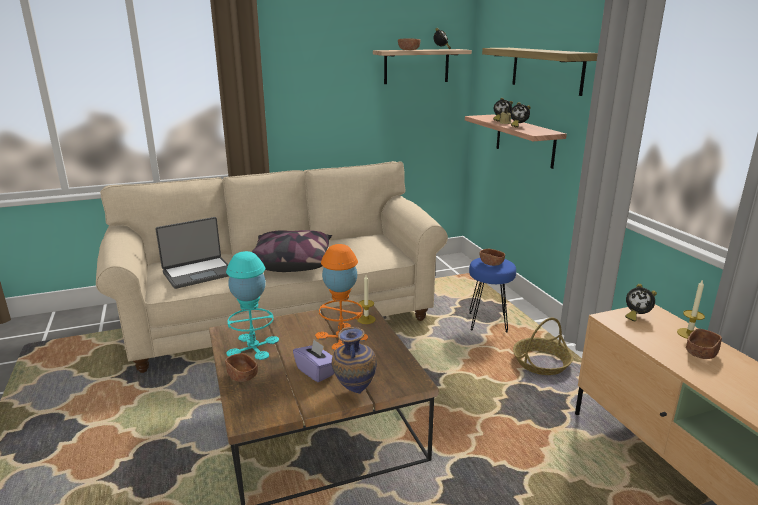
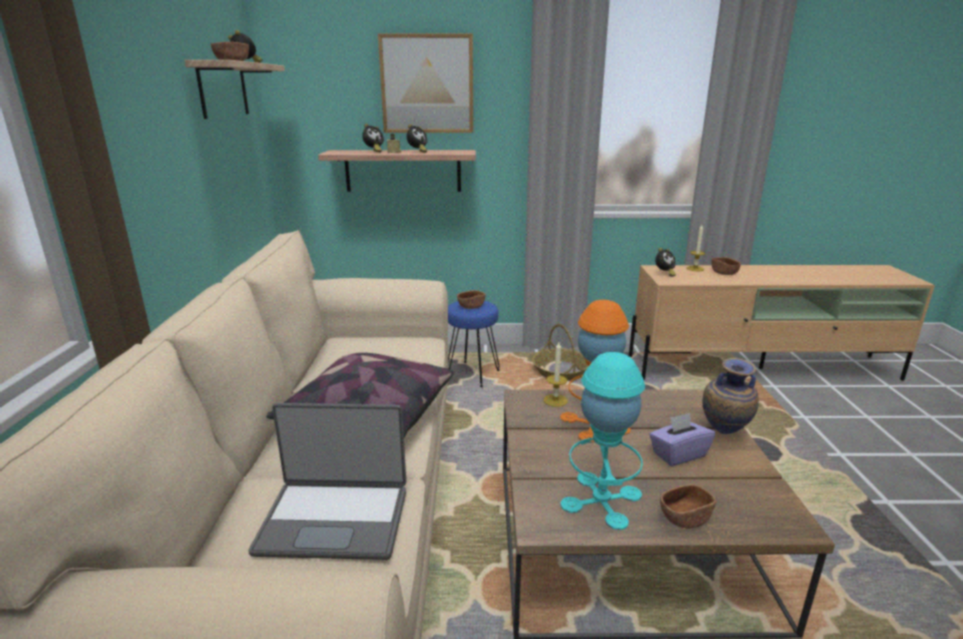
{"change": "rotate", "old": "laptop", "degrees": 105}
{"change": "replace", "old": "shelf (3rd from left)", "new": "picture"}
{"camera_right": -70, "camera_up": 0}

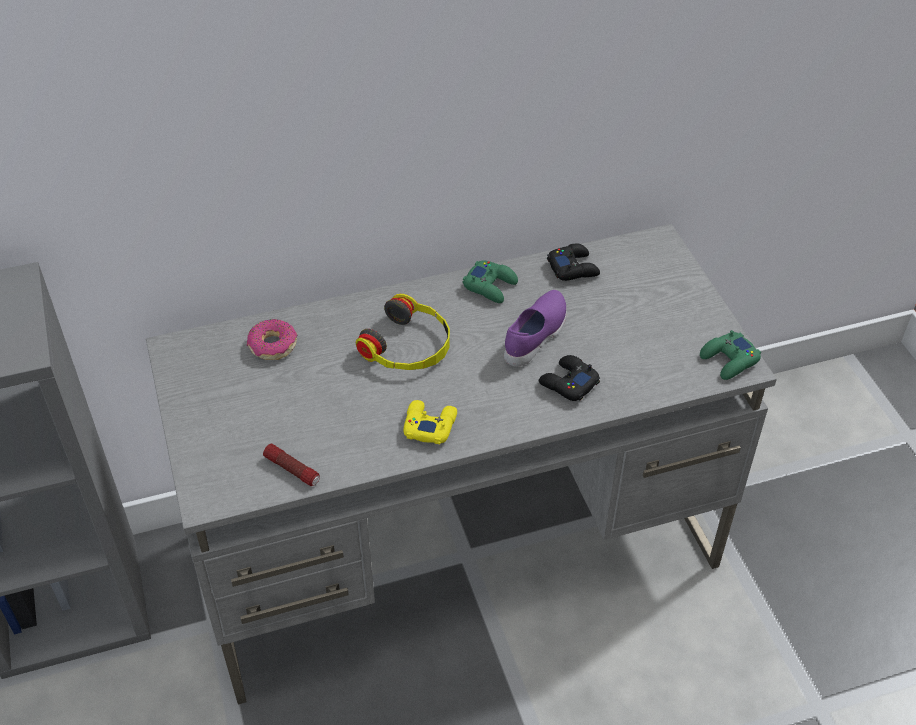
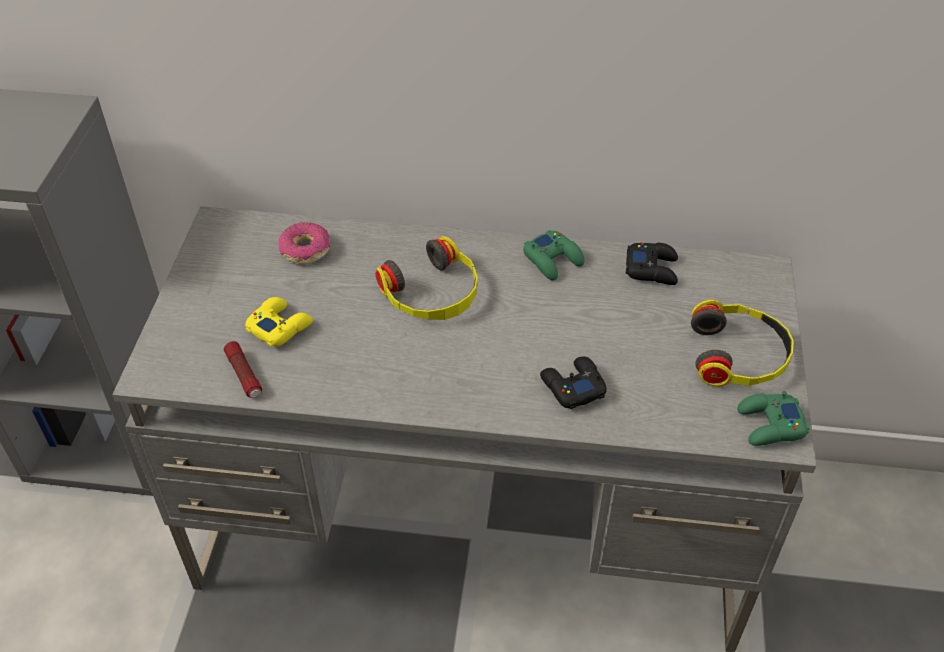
{"change": "move", "old": "yellow game controller"}
{"change": "delete", "old": "purple shoe"}
{"change": "insert", "new": "headphones (2nd from left)"}
{"camera_right": 25, "camera_up": 0}

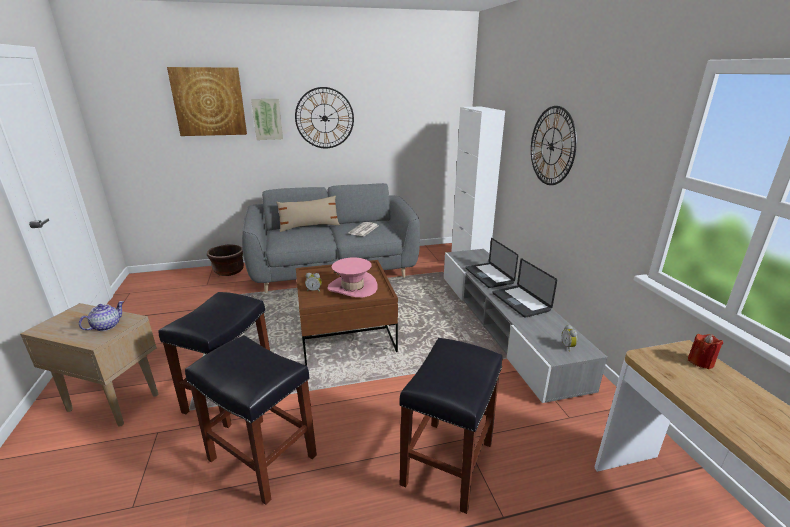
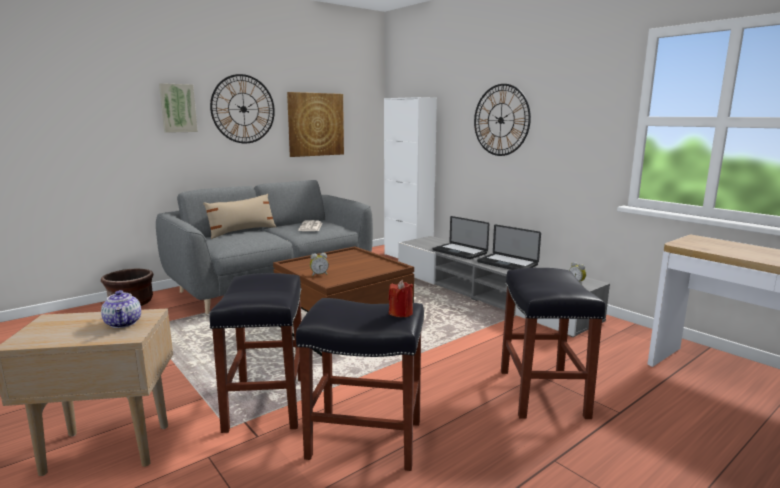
{"change": "rotate", "old": "teapot", "degrees": 150}
{"change": "move", "old": "picture (1st from left in the first image)", "new": "picture (2nd from left)"}
{"change": "delete", "old": "pink hat"}
{"change": "move", "old": "red candle"}
{"camera_right": -25, "camera_up": -10}

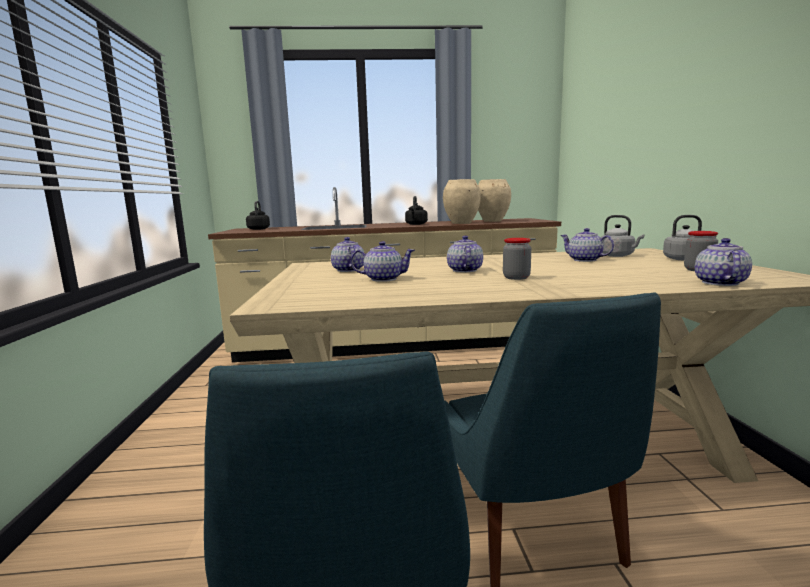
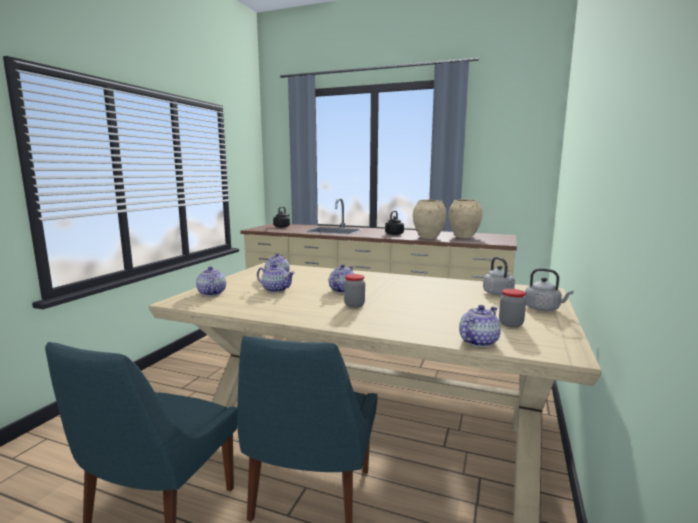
{"change": "move", "old": "teapot (4th from left in the first image)", "new": "teapot (1st from left)"}
{"camera_right": 25, "camera_up": 0}

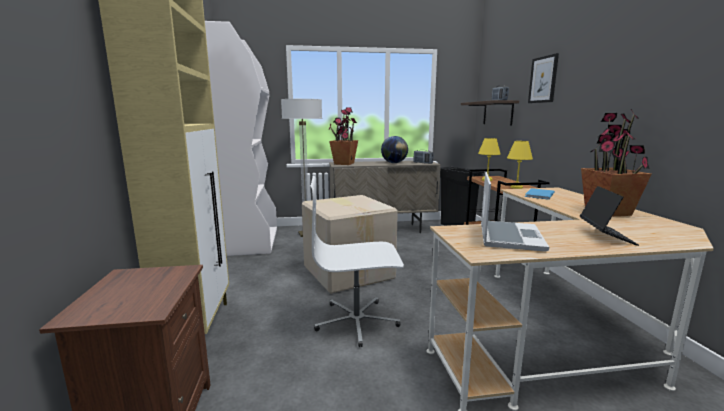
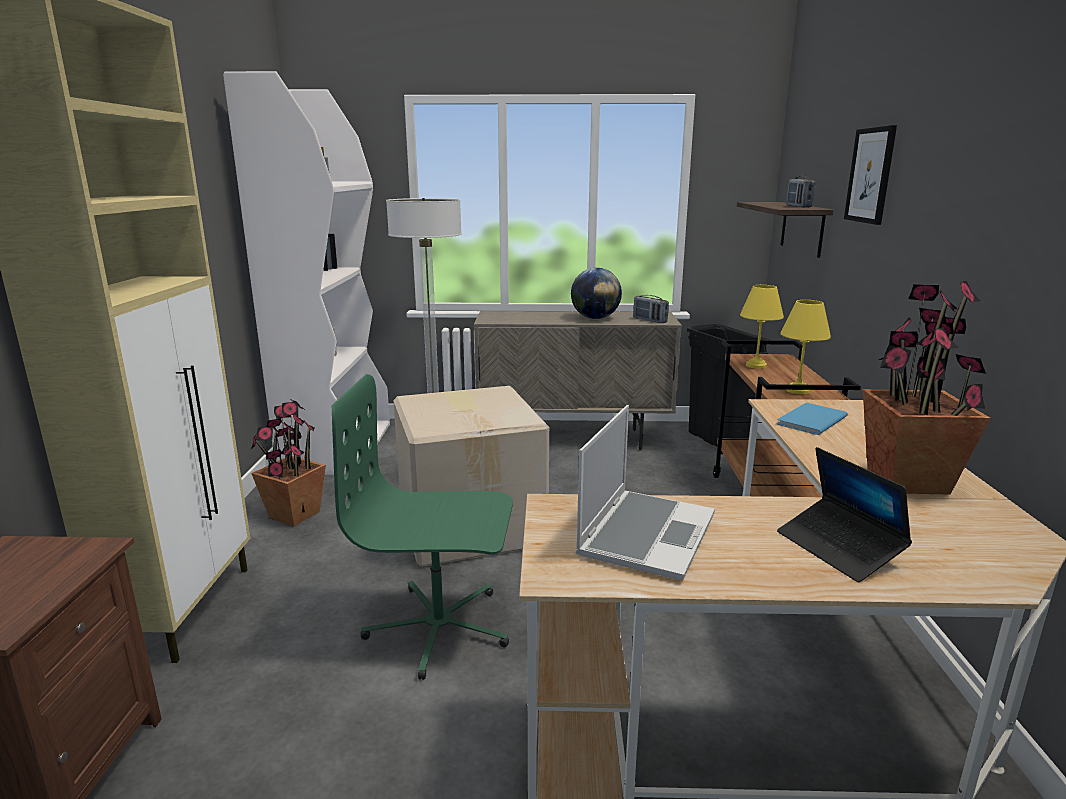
{"change": "recolor", "old": "white office chair", "new": "green office chair"}
{"change": "move", "old": "potted plant (1st from left)"}
{"change": "rotate", "old": "laptop (2nd from left)", "degrees": 135}
{"camera_right": 10, "camera_up": 5}

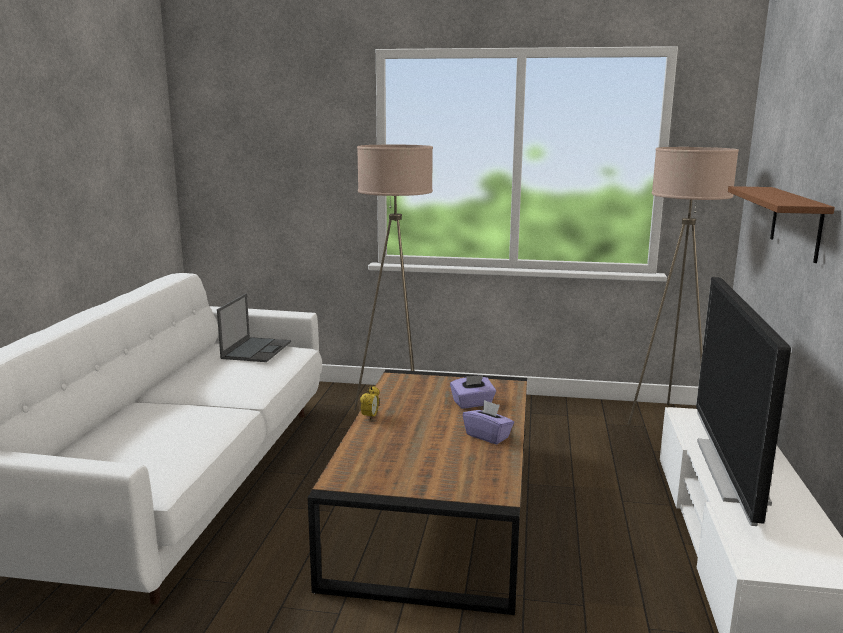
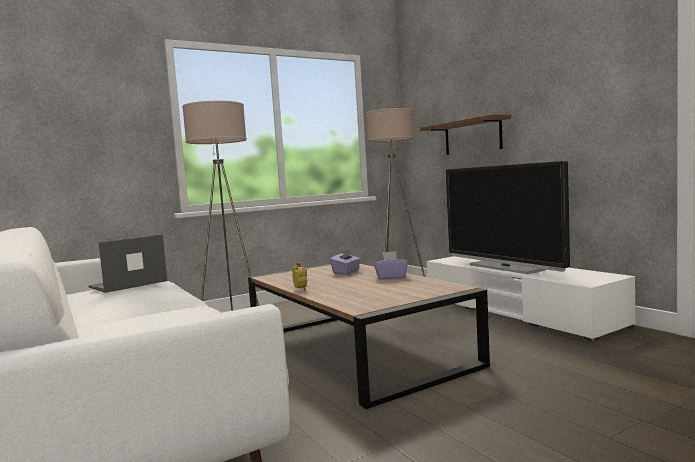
{"change": "rotate", "old": "laptop", "degrees": -105}
{"camera_right": -40, "camera_up": -10}

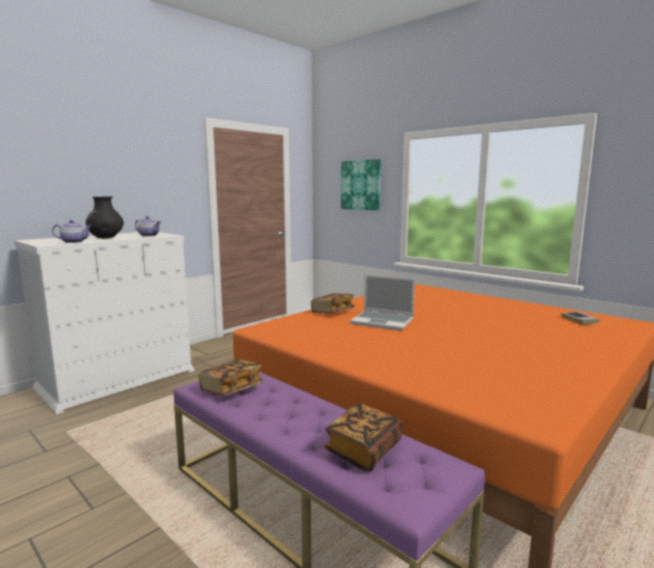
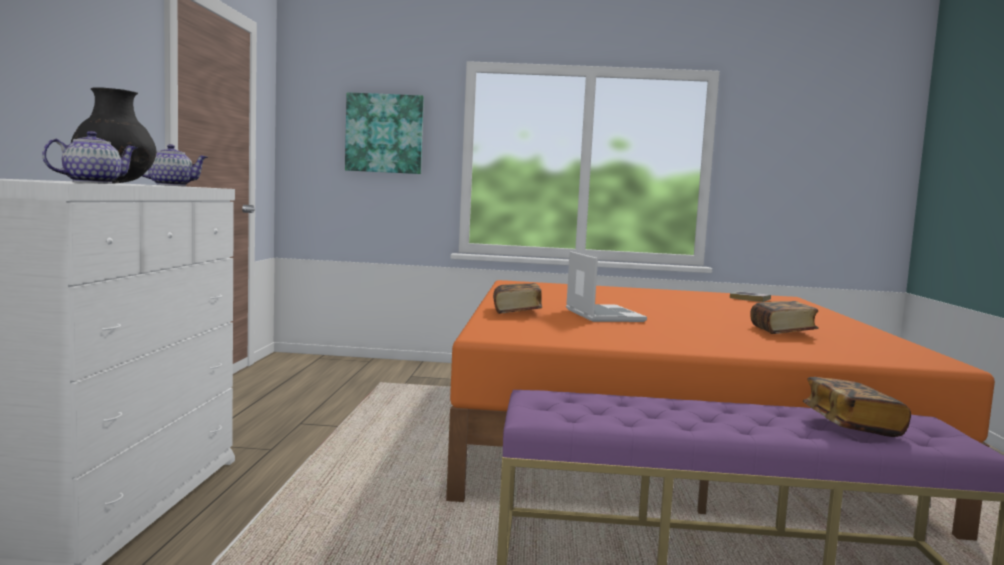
{"change": "move", "old": "book (1st from left in the first image)", "new": "book (3rd from left)"}
{"change": "rotate", "old": "laptop", "degrees": -90}
{"camera_right": -40, "camera_up": -5}

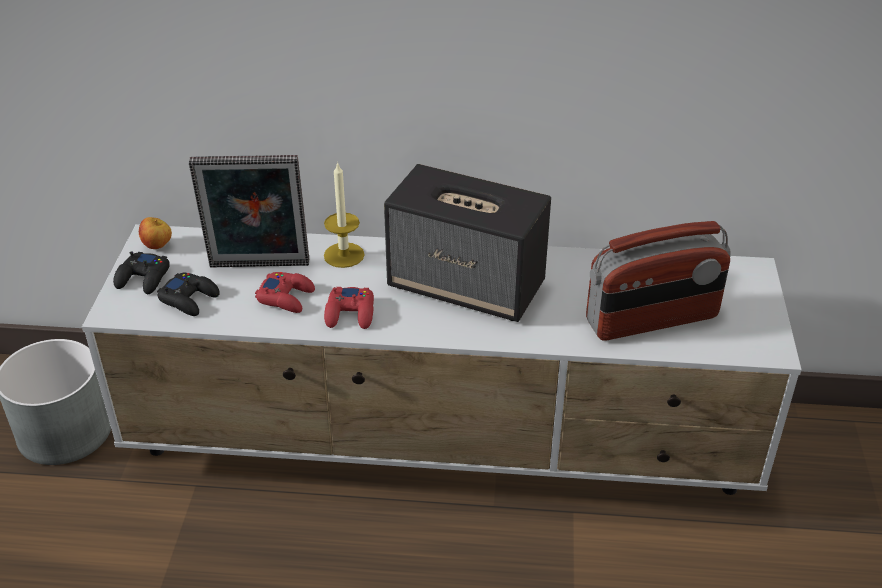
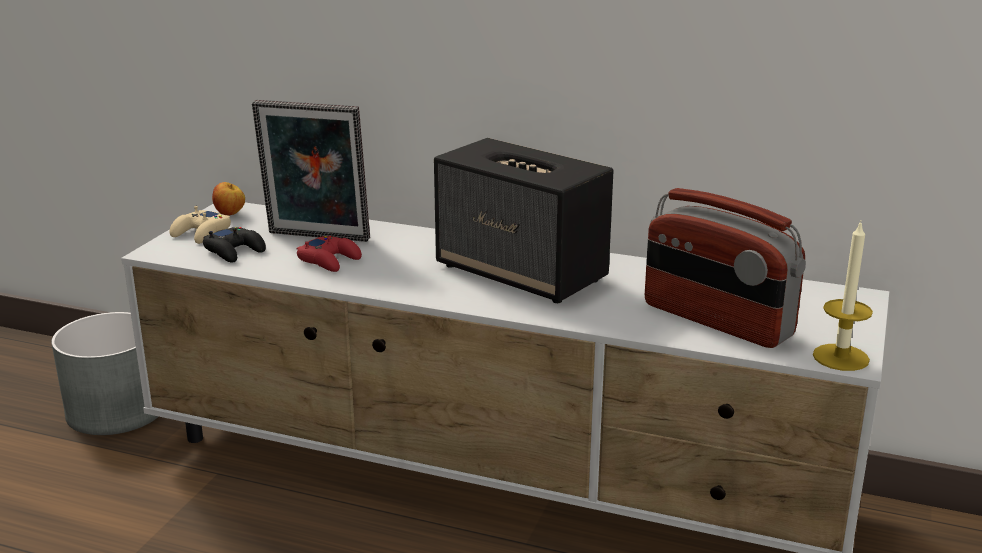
{"change": "recolor", "old": "black game controller (1st from left)", "new": "beige game controller"}
{"change": "move", "old": "candle"}
{"change": "delete", "old": "red game controller (2nd from left)"}
{"change": "rotate", "old": "radio", "degrees": 45}
{"camera_right": 15, "camera_up": -15}

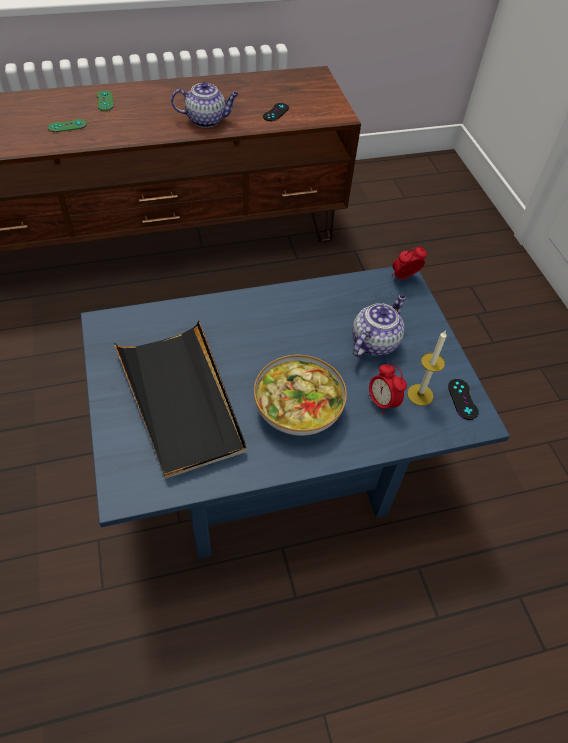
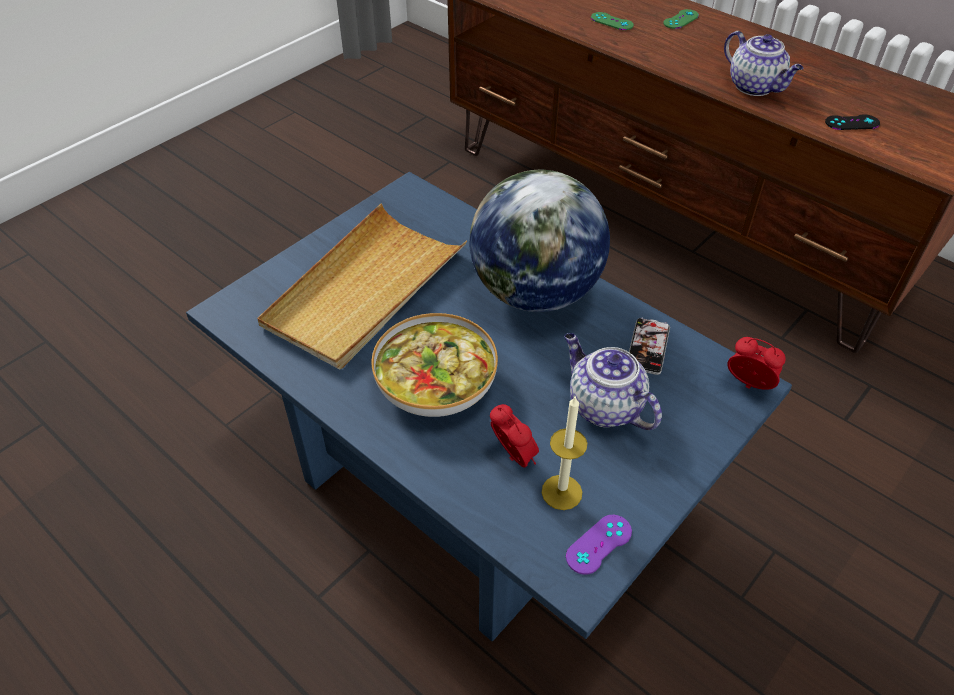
{"change": "recolor", "old": "black tray", "new": "beige tray"}
{"change": "rotate", "old": "teapot (2nd from left in the first image)", "degrees": -135}
{"change": "rotate", "old": "alarm clock (1st from left)", "degrees": 120}
{"change": "recolor", "old": "black game controller (2nd from left)", "new": "purple game controller"}
{"change": "insert", "new": "globe"}
{"change": "insert", "new": "phone"}
{"camera_right": 60, "camera_up": -5}

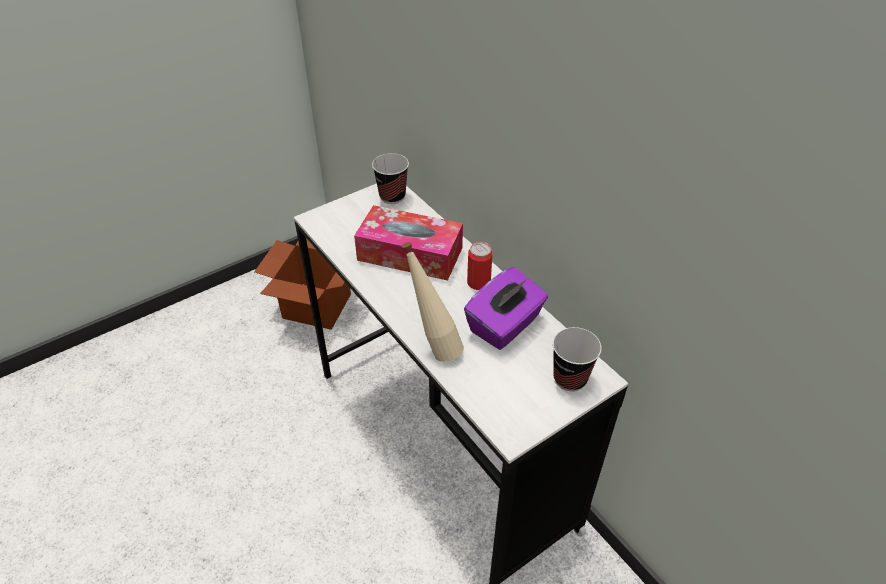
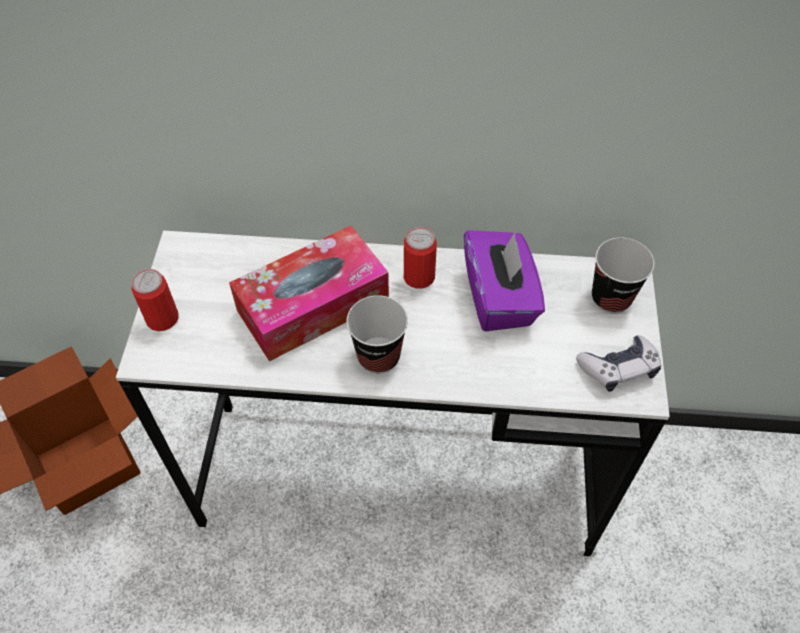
{"change": "move", "old": "cup (1st from left)"}
{"change": "delete", "old": "beige bottle"}
{"change": "insert", "new": "can (1st from left)"}
{"change": "insert", "new": "game controller"}
{"camera_right": -50, "camera_up": 10}

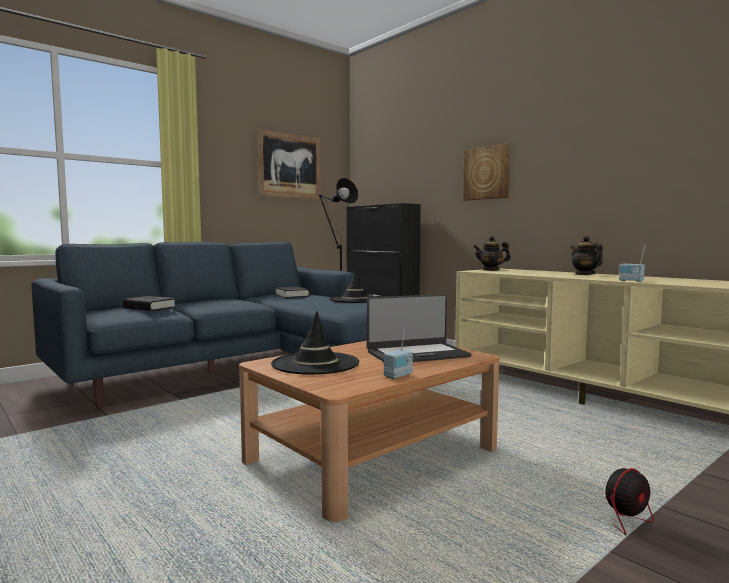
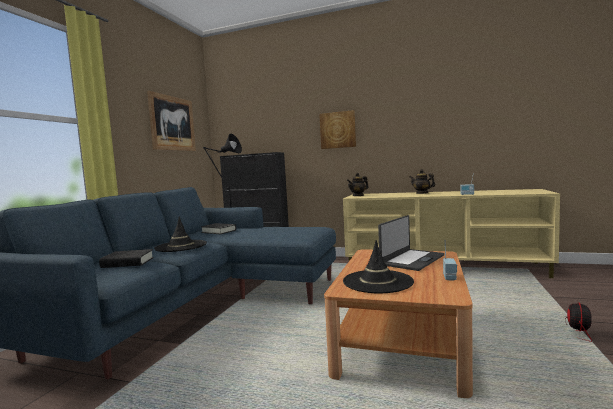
{"change": "move", "old": "black hat (2nd from left in the first image)", "new": "black hat (1st from left)"}
{"camera_right": -30, "camera_up": 0}

